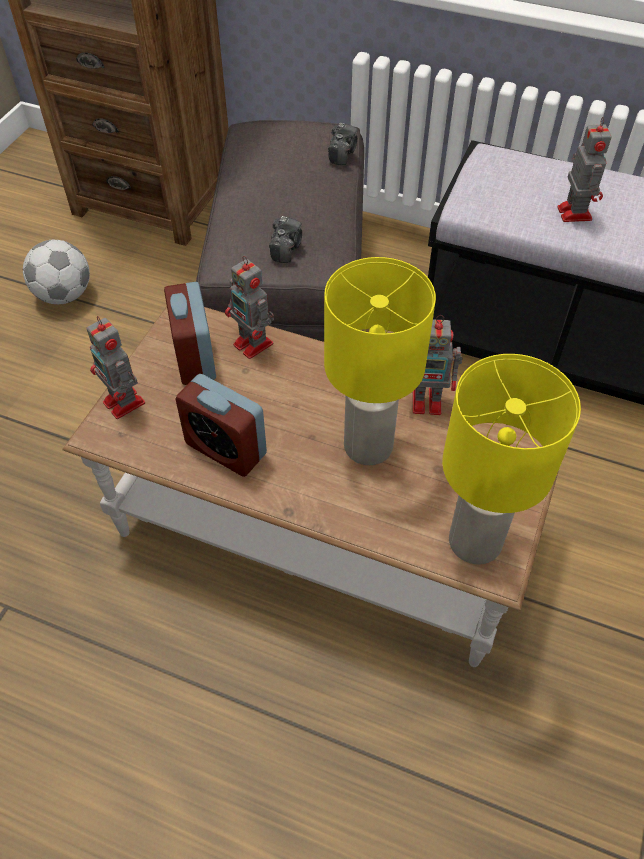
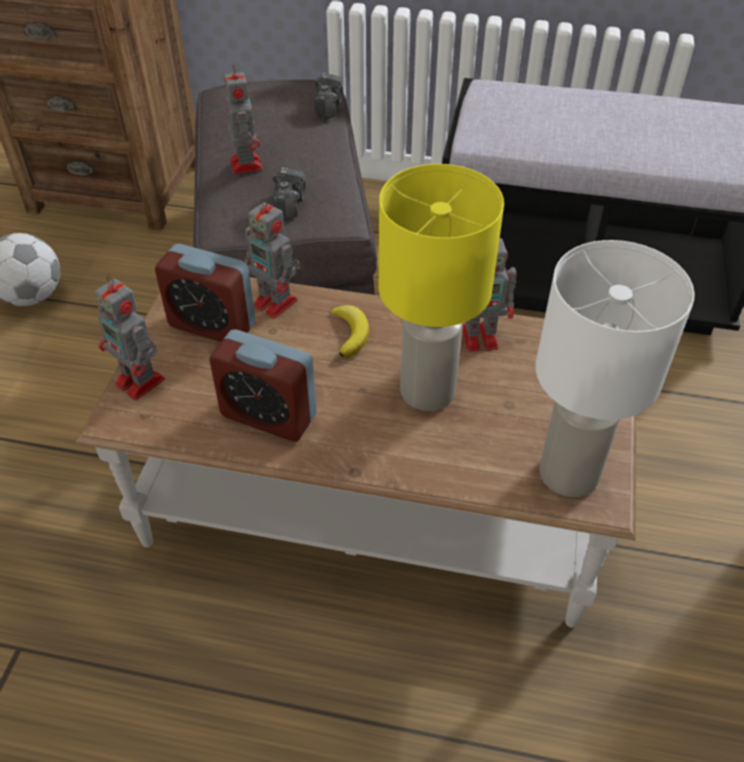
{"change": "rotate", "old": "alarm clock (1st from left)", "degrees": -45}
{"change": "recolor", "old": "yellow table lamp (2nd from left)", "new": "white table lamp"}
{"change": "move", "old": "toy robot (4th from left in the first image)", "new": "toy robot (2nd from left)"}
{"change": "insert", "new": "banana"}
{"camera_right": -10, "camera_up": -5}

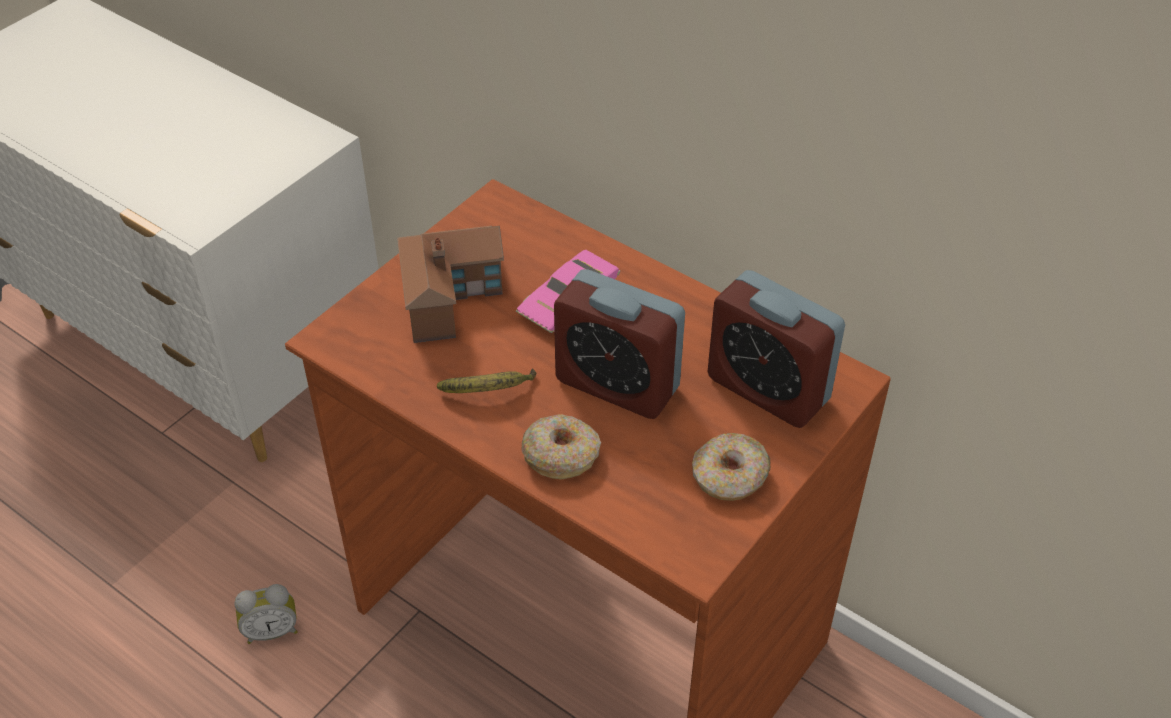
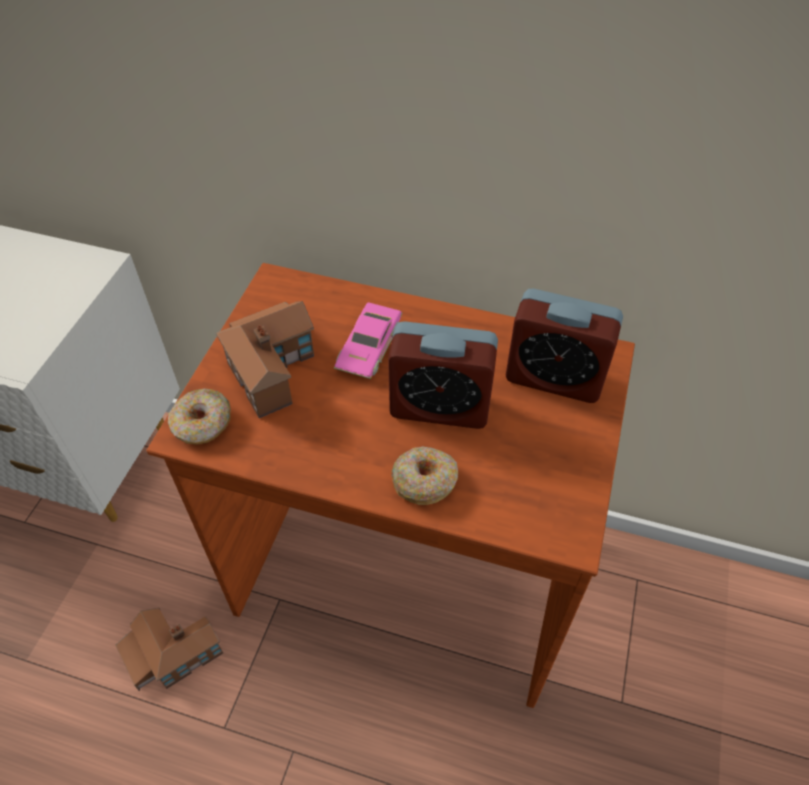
{"change": "replace", "old": "alarm clock (1st from left)", "new": "toy house (1st from left)"}
{"change": "delete", "old": "banana"}
{"change": "move", "old": "donut (2nd from left in the first image)", "new": "donut (1st from left)"}
{"camera_right": -20, "camera_up": 5}

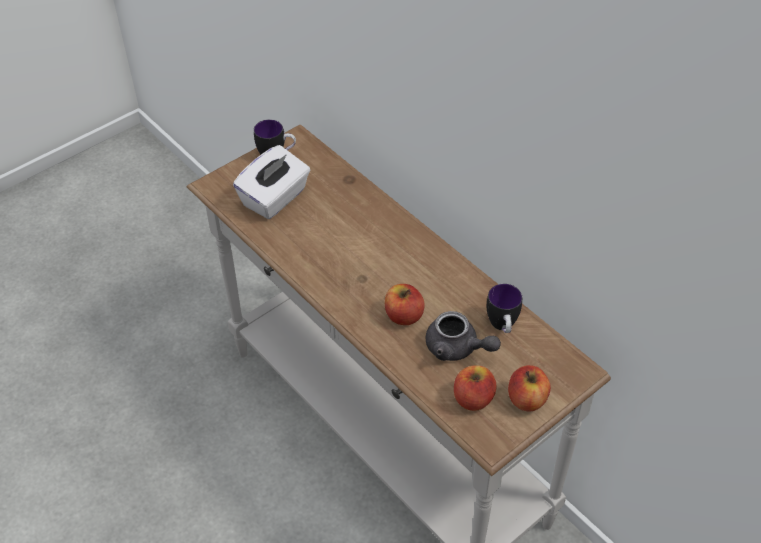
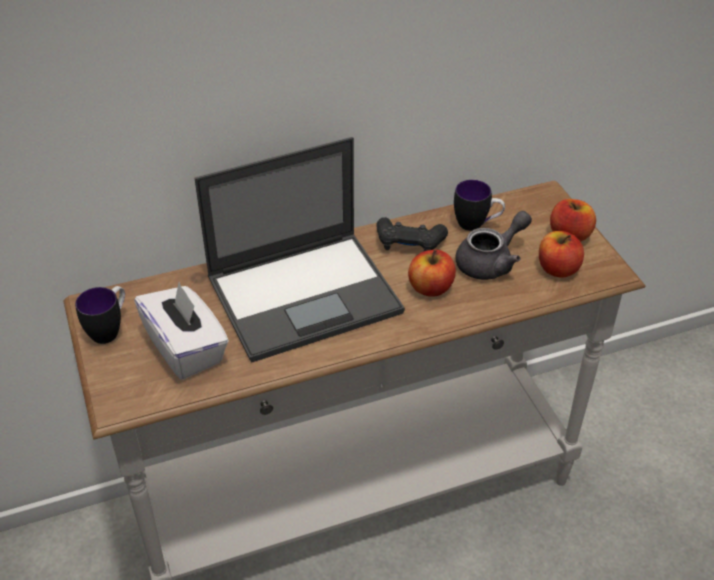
{"change": "insert", "new": "laptop"}
{"change": "insert", "new": "black game controller"}
{"camera_right": -70, "camera_up": -5}

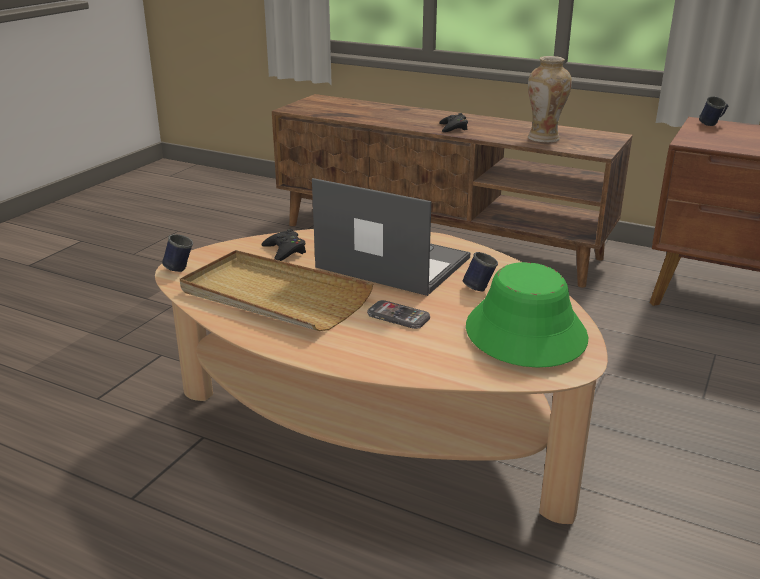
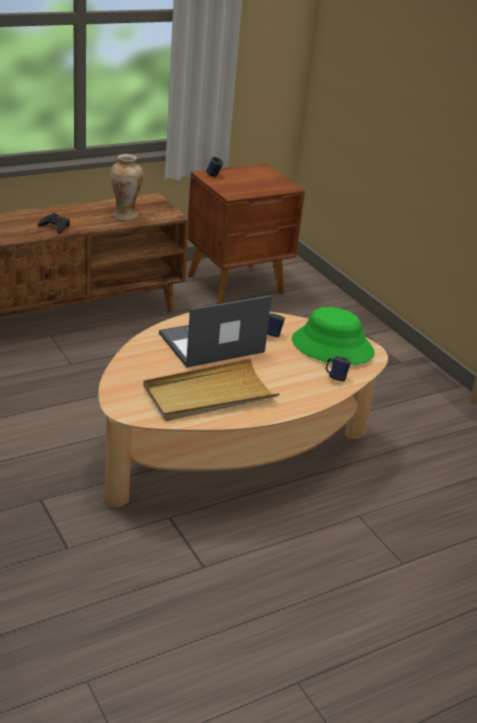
{"change": "move", "old": "blue mug (1st from left in the first image)", "new": "blue mug (3rd from left)"}
{"change": "delete", "old": "black game controller (1st from left)"}
{"change": "delete", "old": "phone"}
{"camera_right": -60, "camera_up": 5}

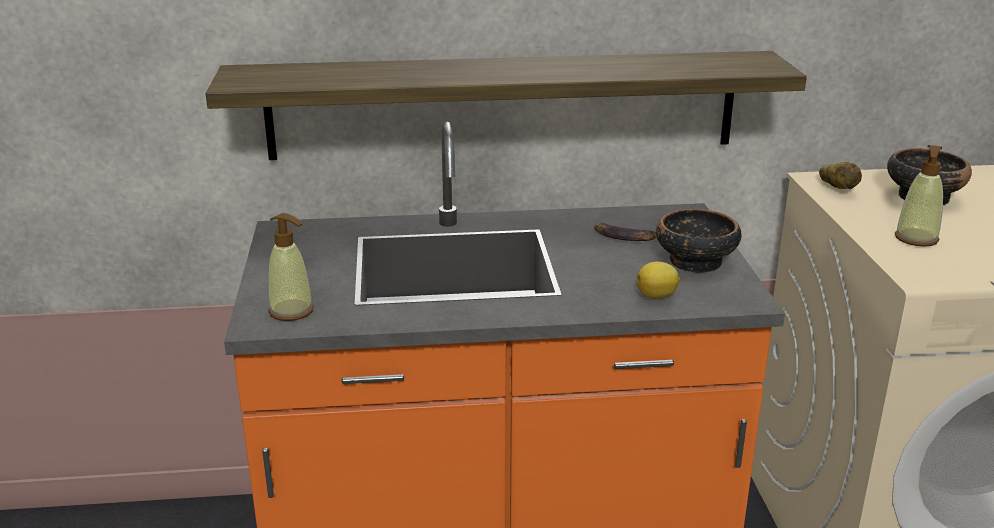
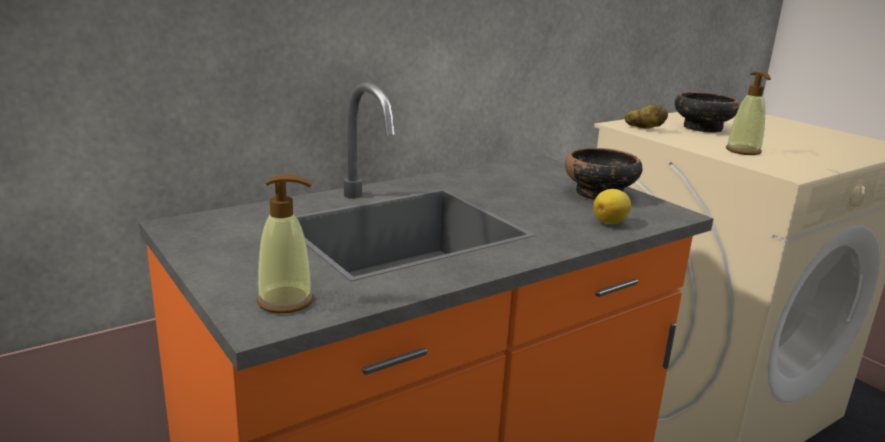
{"change": "delete", "old": "shelf"}
{"change": "delete", "old": "banana"}
{"camera_right": -30, "camera_up": -5}

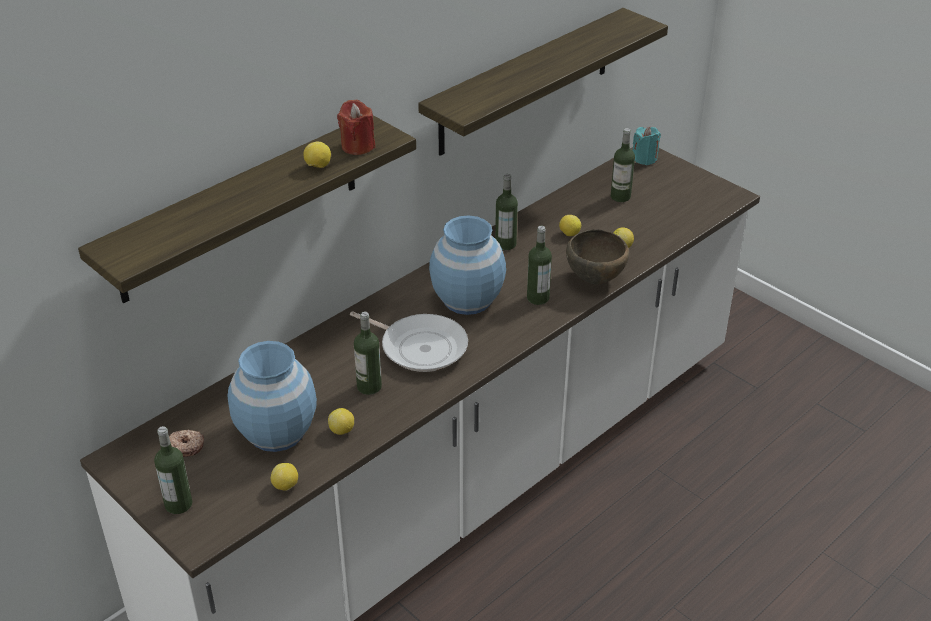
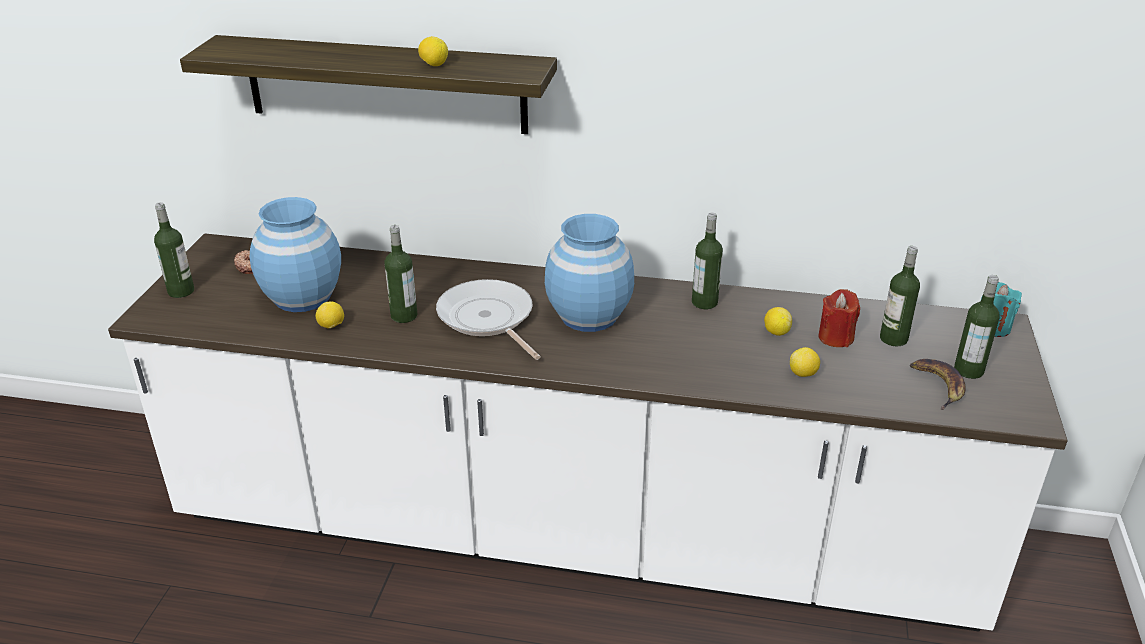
{"change": "delete", "old": "lemon (1st from left)"}
{"change": "move", "old": "red candle"}
{"change": "rotate", "old": "frying pan", "degrees": 150}
{"change": "delete", "old": "shelf (2nd from left)"}
{"change": "move", "old": "bottle (4th from left in the first image)", "new": "bottle (5th from left)"}
{"change": "delete", "old": "brown bowl"}
{"change": "insert", "new": "banana"}
{"camera_right": 55, "camera_up": -5}

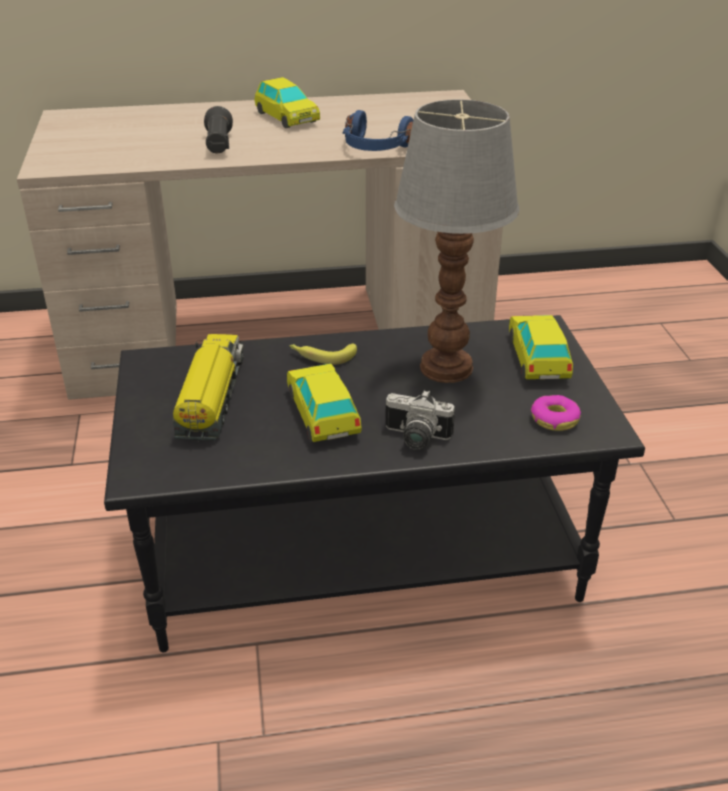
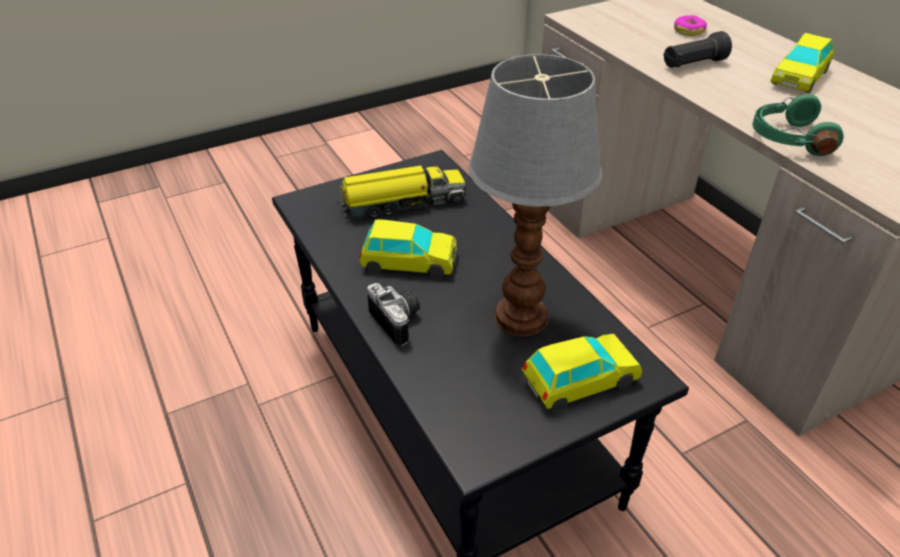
{"change": "rotate", "old": "toy car (2nd from left in the first image)", "degrees": 45}
{"change": "delete", "old": "banana"}
{"change": "recolor", "old": "blue headphones", "new": "green headphones"}
{"change": "rotate", "old": "photo camera", "degrees": 150}
{"change": "move", "old": "donut"}
{"camera_right": 70, "camera_up": 5}

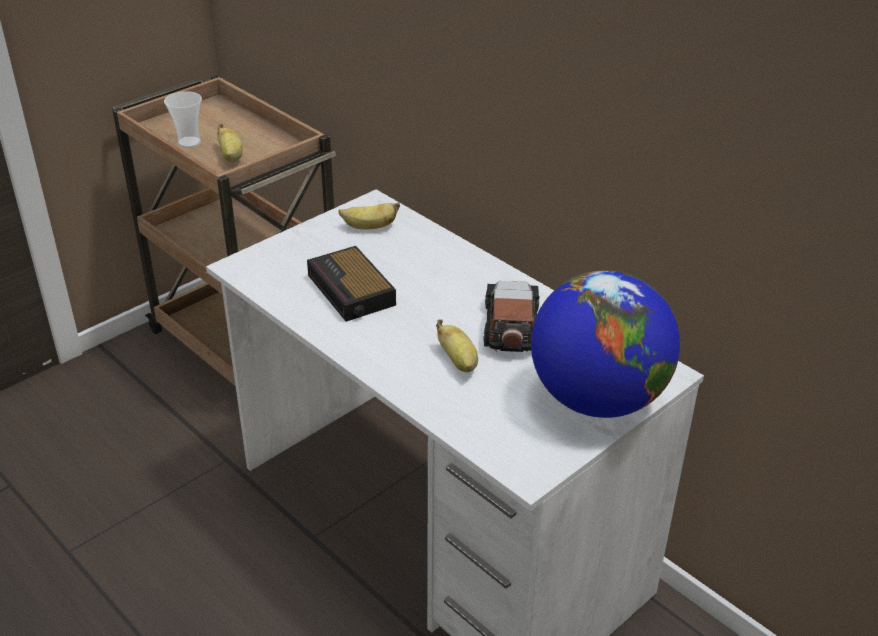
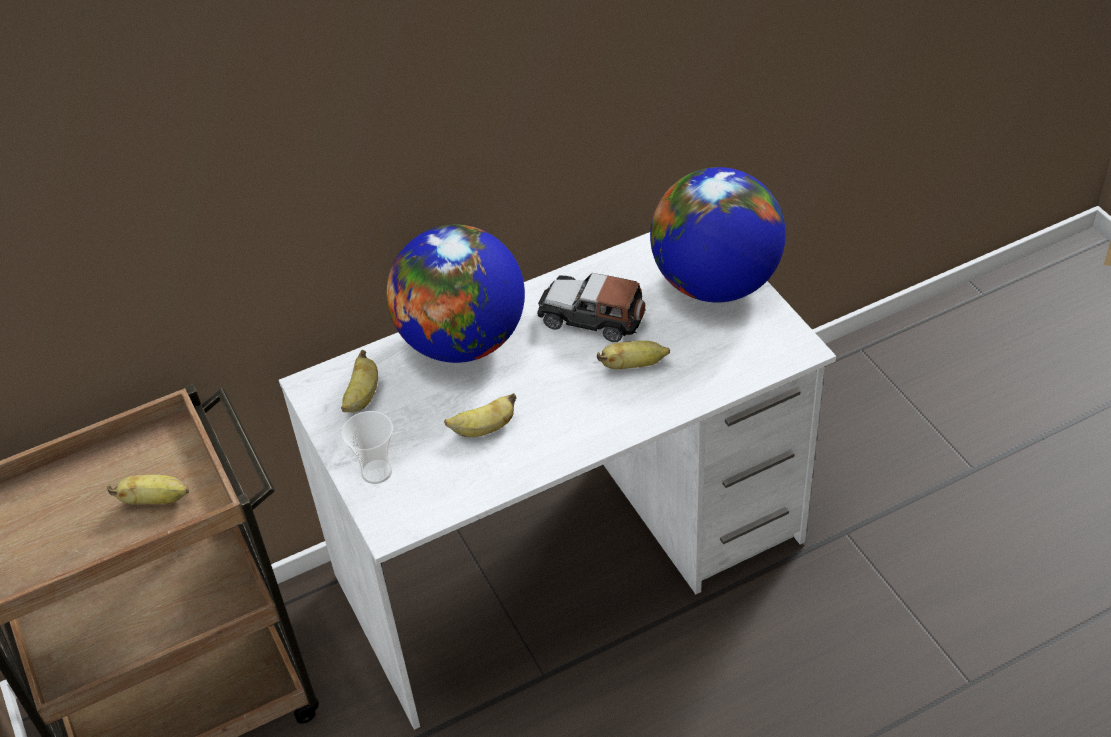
{"change": "move", "old": "cup"}
{"change": "replace", "old": "alarm clock", "new": "banana (3rd from left)"}
{"change": "insert", "new": "globe (1st from left)"}
{"camera_right": -70, "camera_up": 10}

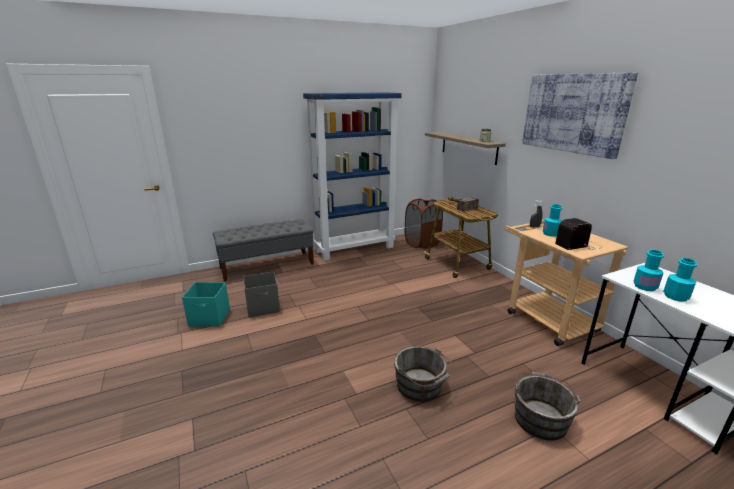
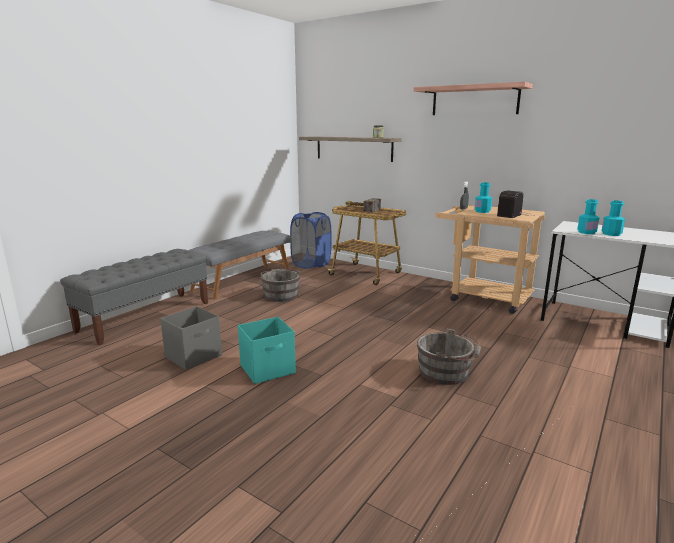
{"change": "move", "old": "turquoise storage box"}
{"change": "replace", "old": "blue bookcase", "new": "grey bench (2nd from left)"}
{"change": "recolor", "old": "brown laundry basket", "new": "blue laundry basket"}
{"change": "move", "old": "grey bucket (2nd from left in the first image)", "new": "grey bucket (1st from left)"}
{"change": "replace", "old": "picture", "new": "shelf (2nd from left)"}
{"camera_right": -30, "camera_up": -5}

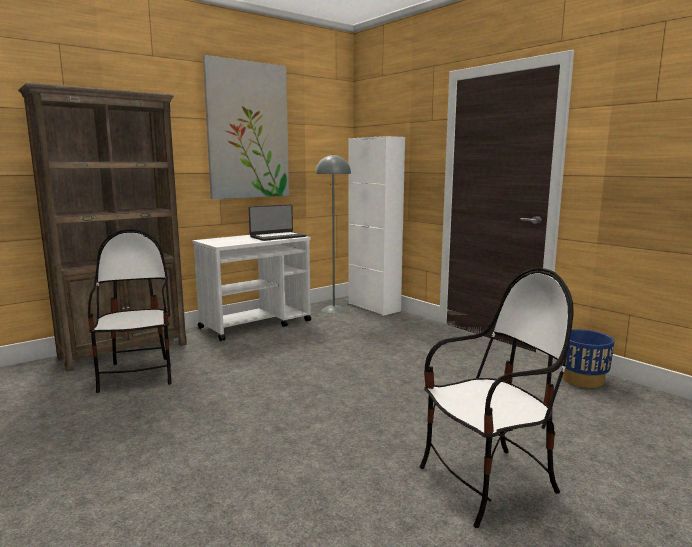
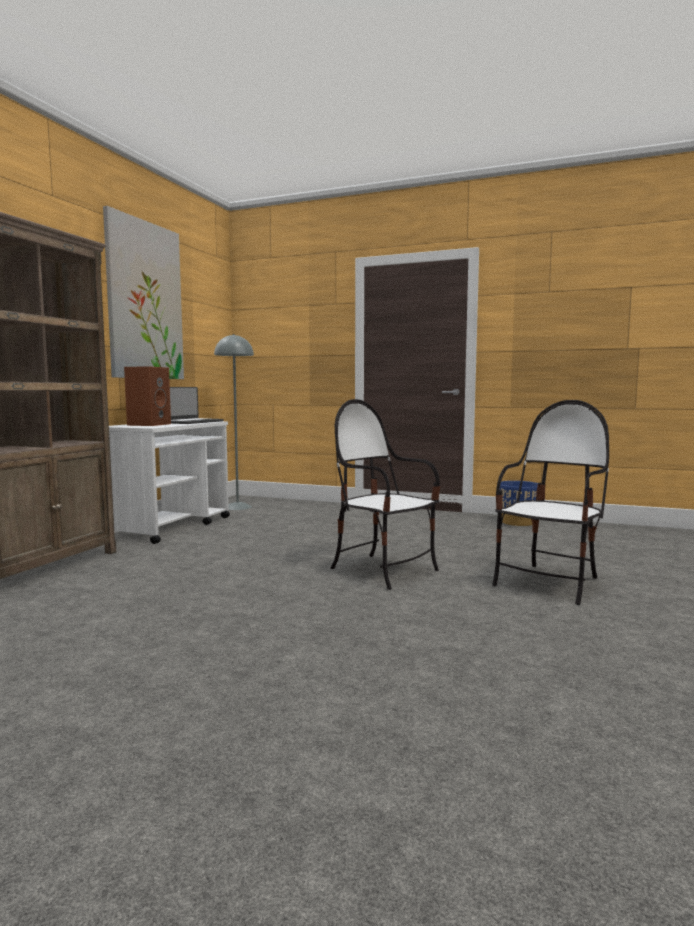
{"change": "move", "old": "chair (1st from left)"}
{"change": "delete", "old": "white cabinet"}
{"change": "insert", "new": "brown speaker"}
{"camera_right": -30, "camera_up": -5}

